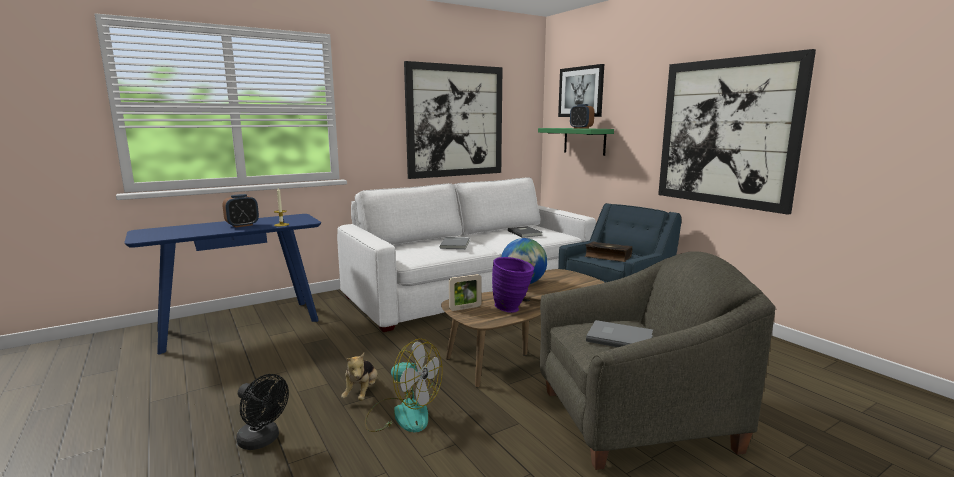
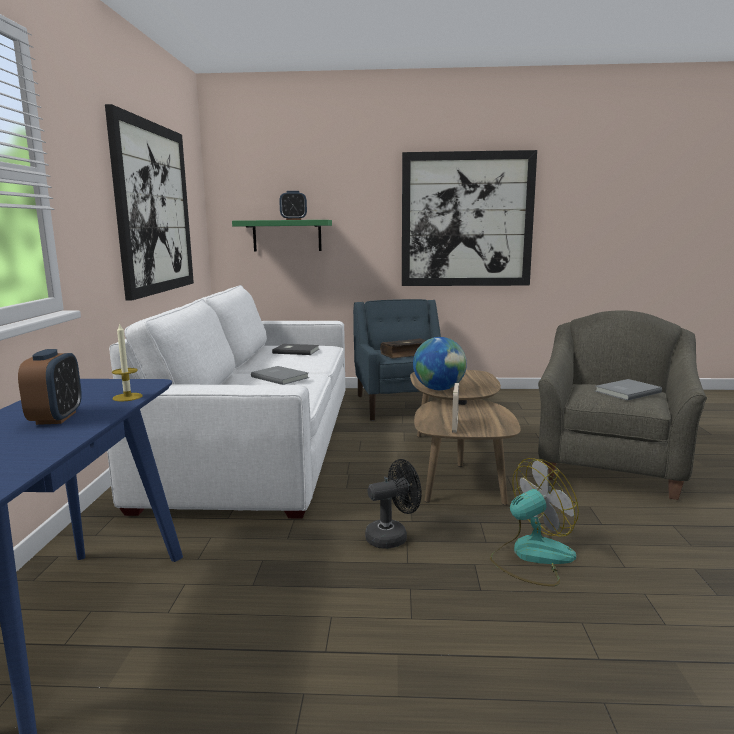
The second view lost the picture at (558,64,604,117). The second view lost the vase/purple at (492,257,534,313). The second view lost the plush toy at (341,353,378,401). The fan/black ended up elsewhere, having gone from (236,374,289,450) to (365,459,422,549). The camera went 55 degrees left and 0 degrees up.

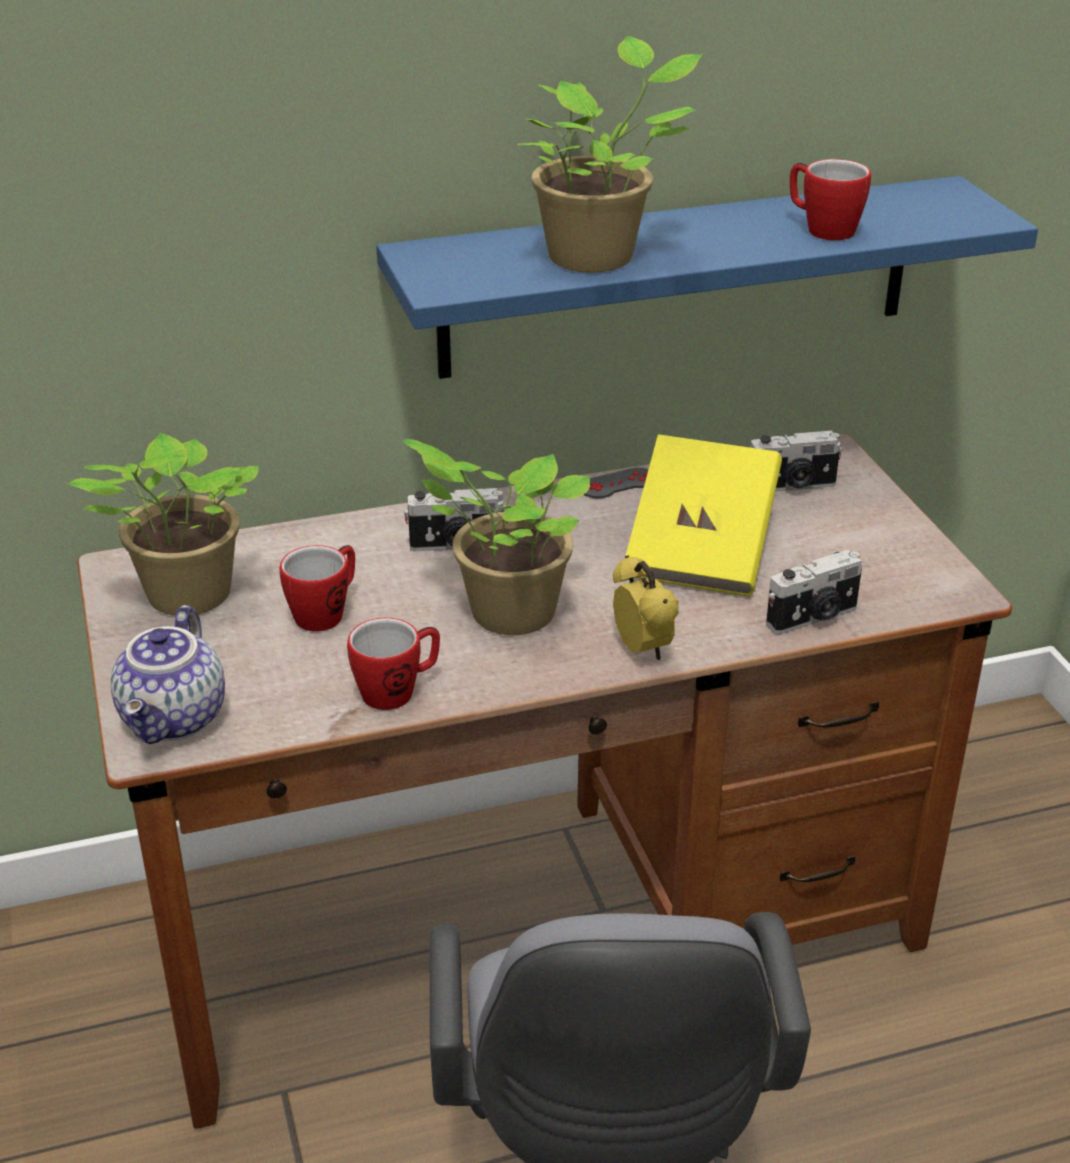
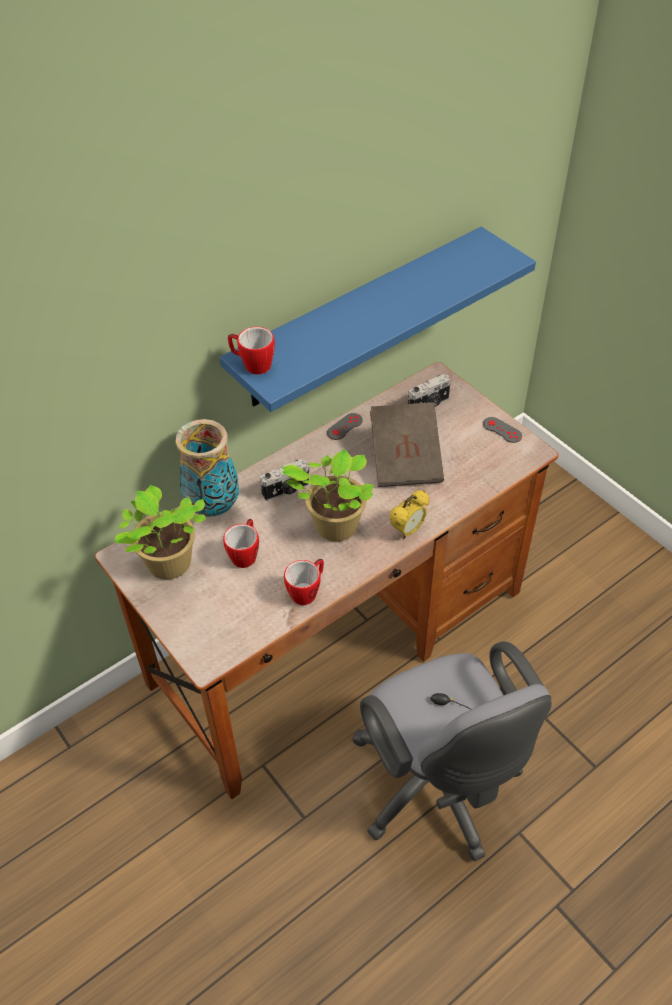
The second view lost the potted plant at (518,36,703,273). The mug ended up elsewhere, having gone from (790,159,871,241) to (228,327,275,374). What was the book/yellow at (626,434,782,596) turned into the book/brown at (370,402,444,487). The second view lost the photo camera at (766,550,862,634). The alarm clock at (613,555,679,660) ended up facing another way, 90 degrees clockwise from before. The second view lost the teapot at (111,605,225,744). The second view gained the game controller/grey at (483,417,522,443). The second view gained the vase at (176,419,239,517). The camera went 20 degrees left and 15 degrees up.

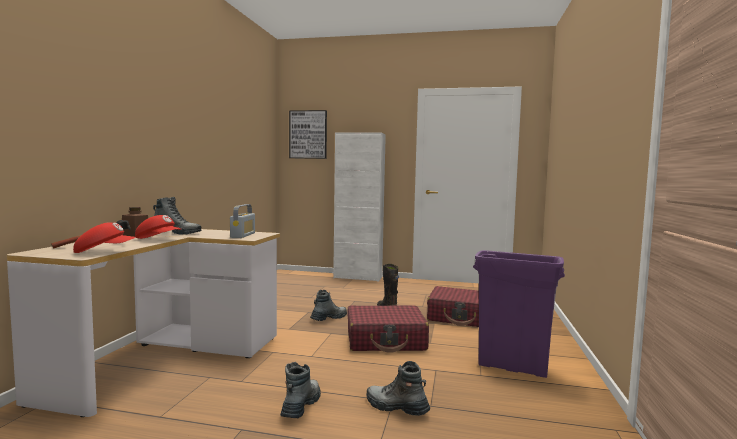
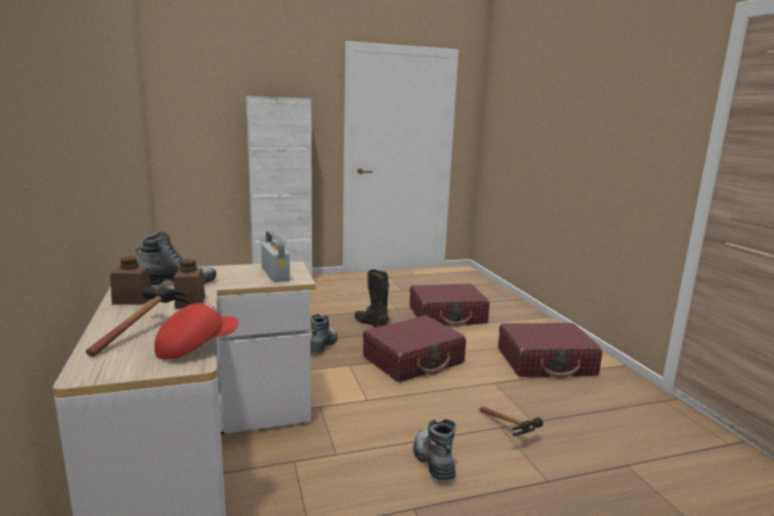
The second view lost the picture at (289,110,327,159). Where the cap/red stood at (135,215,181,239), the jar/brown came to stand at (174,259,205,309). Where the trash can/purple stood at (473,250,565,378), the suitcase/red came to stand at (498,323,602,379). Where the boot stood at (366,361,430,416), the hammer came to stand at (479,407,543,436). The camera went 30 degrees left and 10 degrees up.

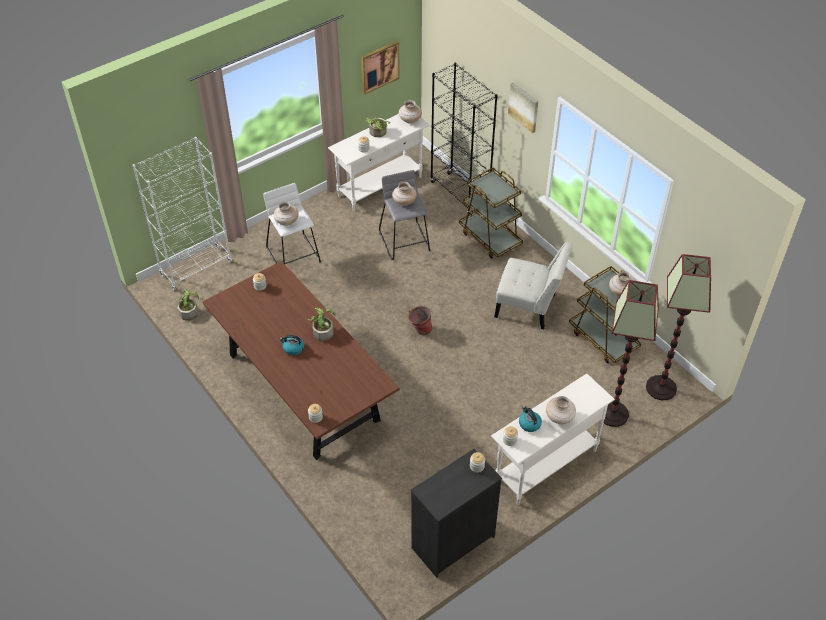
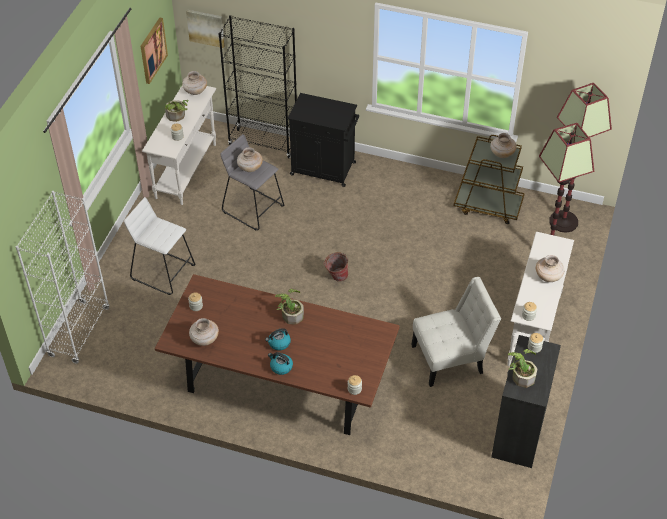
The picture ended up elsewhere, having gone from (508,83,538,133) to (186,10,225,48). Where the cart/brown stood at (459,168,523,259), the cabinet/black came to stand at (287,93,359,187). The vase/beige ended up elsewhere, having gone from (274,202,299,226) to (189,318,219,346). The chair/white ended up elsewhere, having gone from (494,242,572,329) to (411,277,501,387). The potted plant ended up elsewhere, having gone from (174,289,199,320) to (508,349,537,388). The kettle ended up elsewhere, having gone from (519,406,542,432) to (268,352,293,375). The camera went 35 degrees left and 0 degrees up.

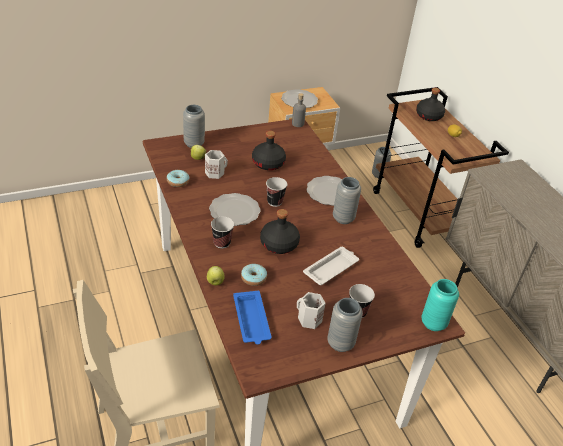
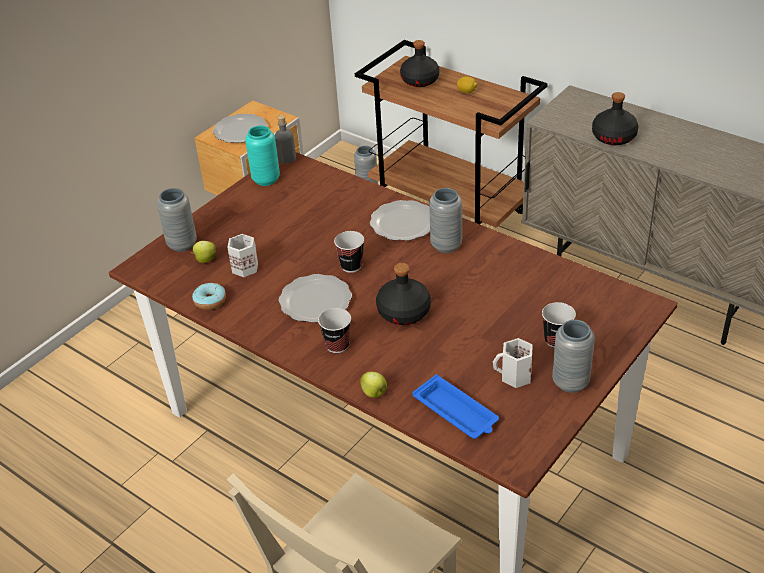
The bottle/black ended up elsewhere, having gone from (252,131,286,170) to (592,92,638,145). The second view lost the tray/white at (303,247,359,285). The second view lost the donut at (241,264,267,286). The vase/turquoise ended up elsewhere, having gone from (421,279,459,331) to (245,126,280,186). The camera went 25 degrees left and 0 degrees up.

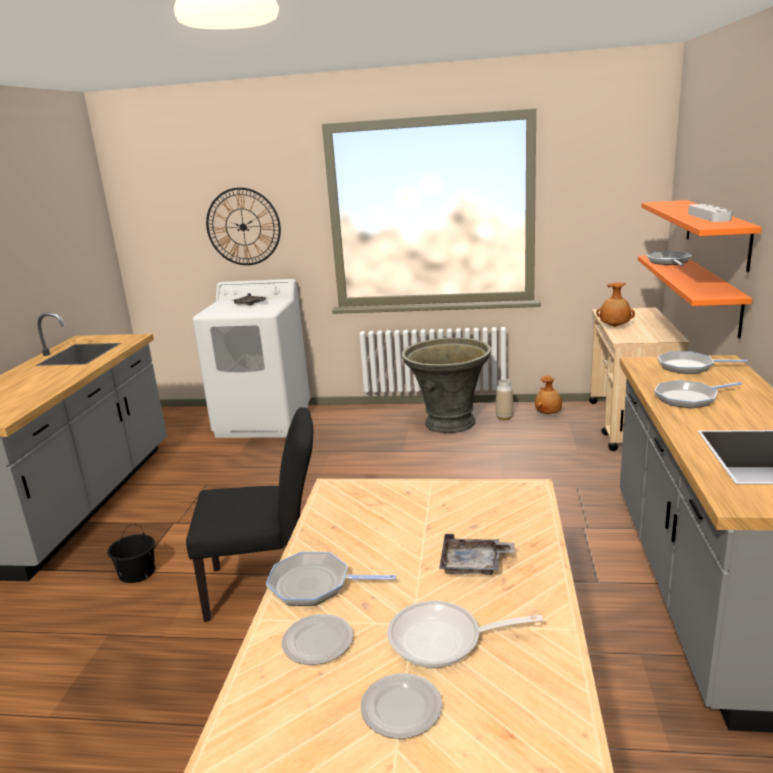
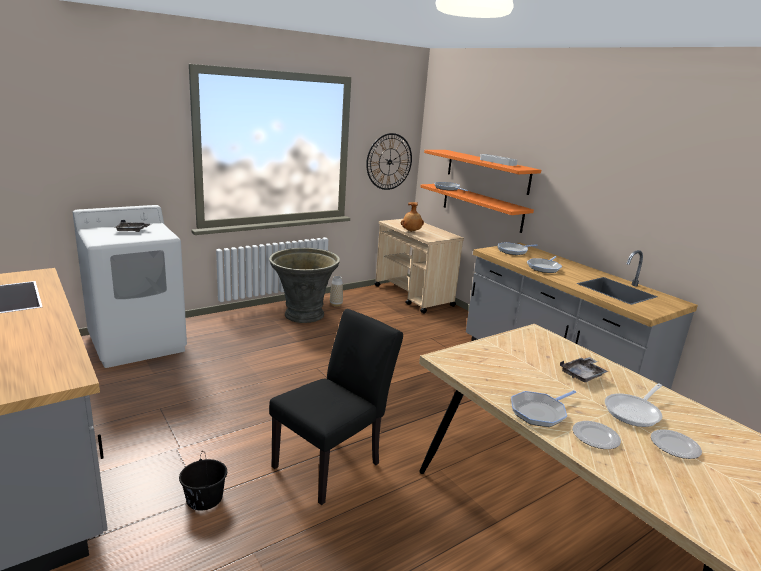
The wall clock ended up elsewhere, having gone from (206,187,281,265) to (366,133,412,190). The second view lost the vase/brown at (535,375,562,414). The camera went 45 degrees left and 0 degrees up.

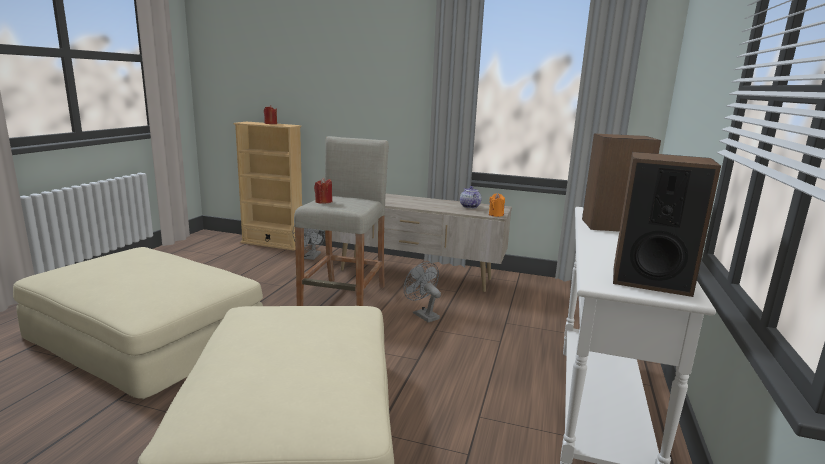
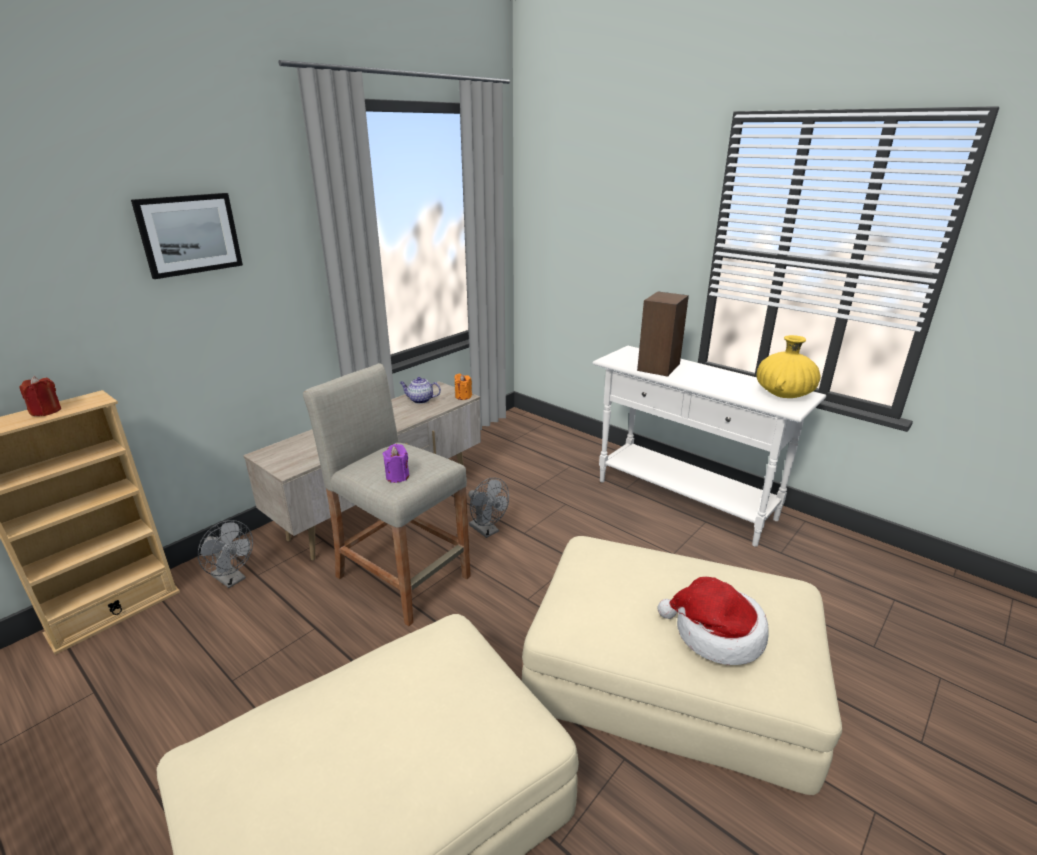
Where the speaker stood at (613,152,721,297), the vase/yellow came to stand at (756,335,820,398). What was the candle/red at (314,178,332,204) turned into the candle/purple at (383,444,409,483). The fan/grey at (404,262,441,322) ended up facing another way, 120 degrees counterclockwise from before. The second view gained the picture at (131,193,243,279). The second view gained the hat at (658,577,769,665). The camera went 65 degrees left and 10 degrees up.

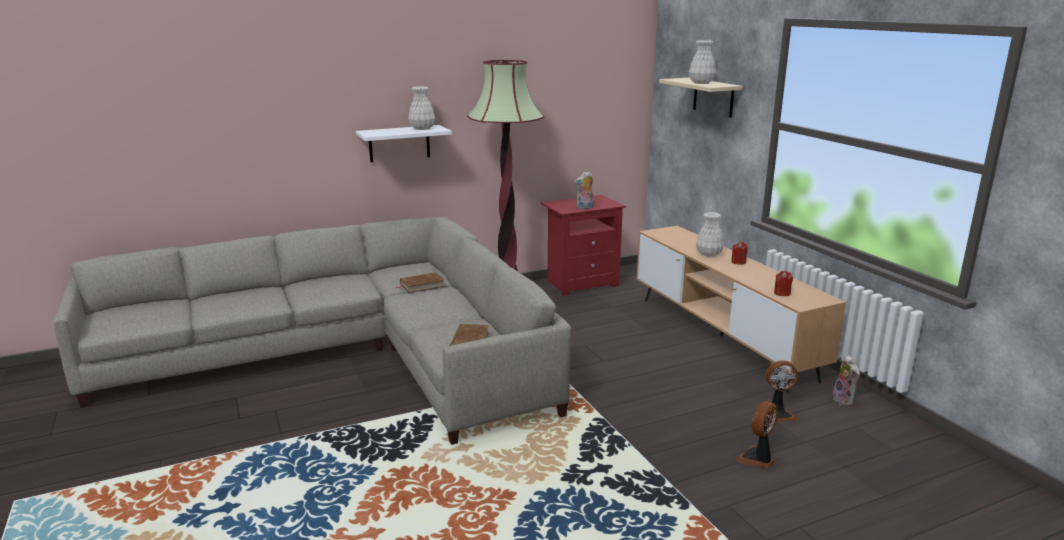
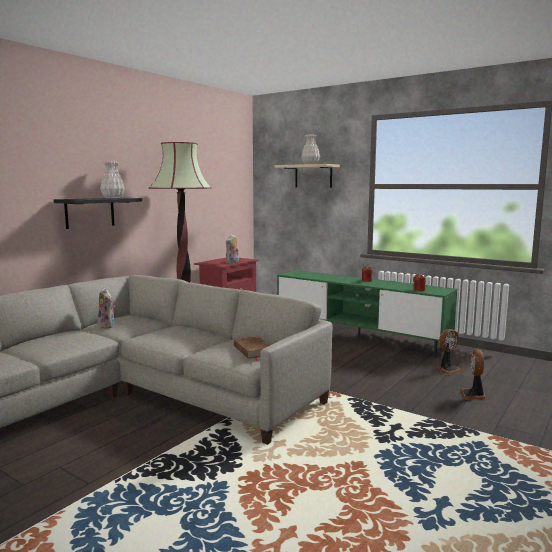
What was the shelf/white at (356,125,452,162) turned into the shelf/black at (54,198,142,229). The second view lost the vase/white at (696,212,724,257). What was the tv stand/brown at (636,226,846,392) turned into the tv stand/green at (277,270,457,358). The second view lost the book/brown at (395,272,444,293). The plush toy ended up elsewhere, having gone from (833,355,860,406) to (98,287,115,329). The camera went 30 degrees left and 10 degrees down.

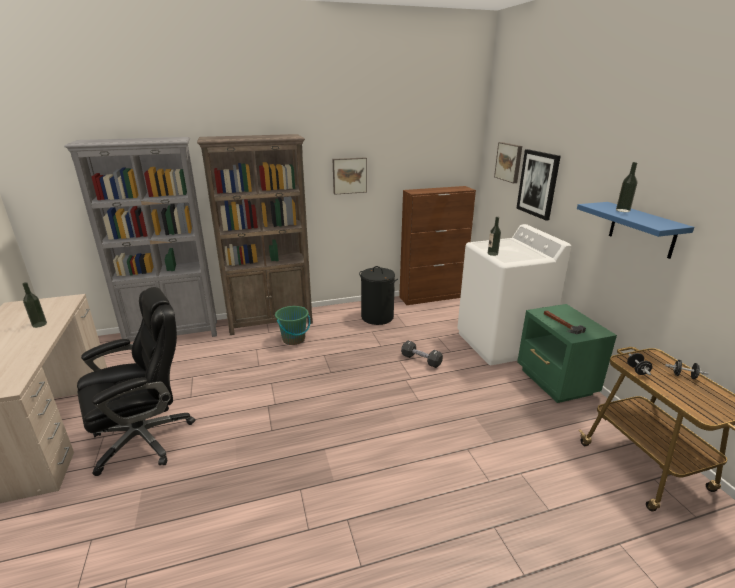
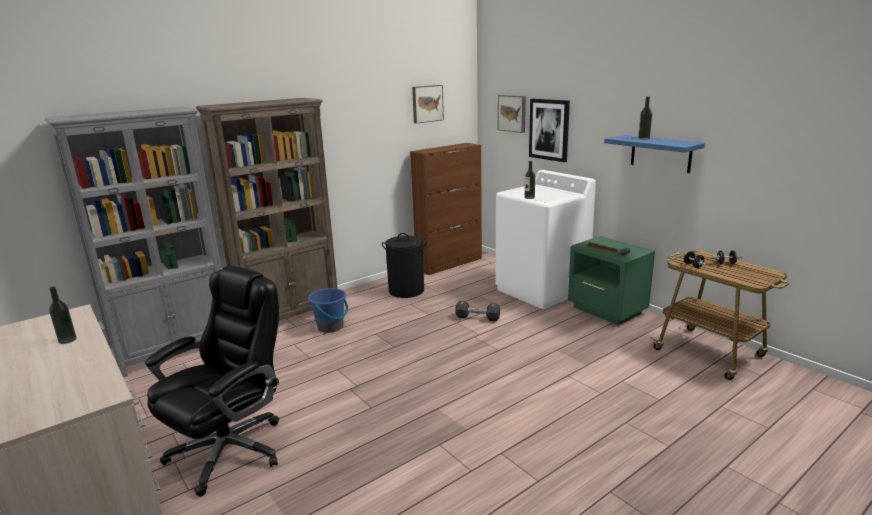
The picture ended up elsewhere, having gone from (332,157,367,194) to (412,85,444,124). What was the bucket/green at (275,306,311,345) turned into the bucket/blue at (308,288,348,333). The camera went 20 degrees left and 5 degrees down.

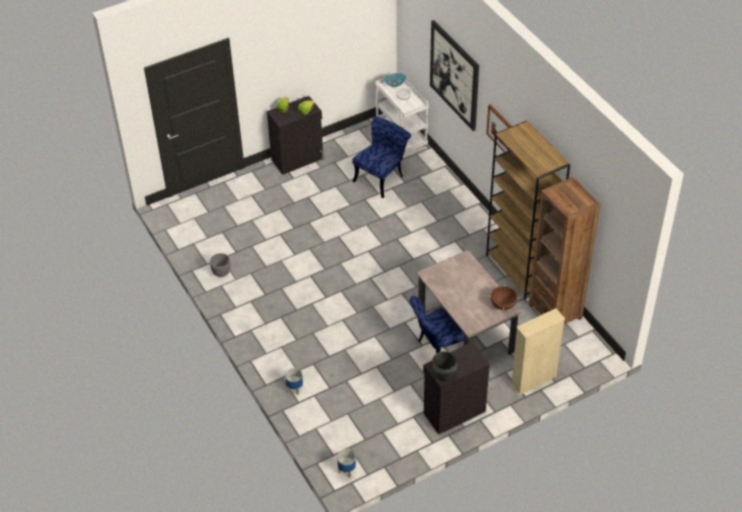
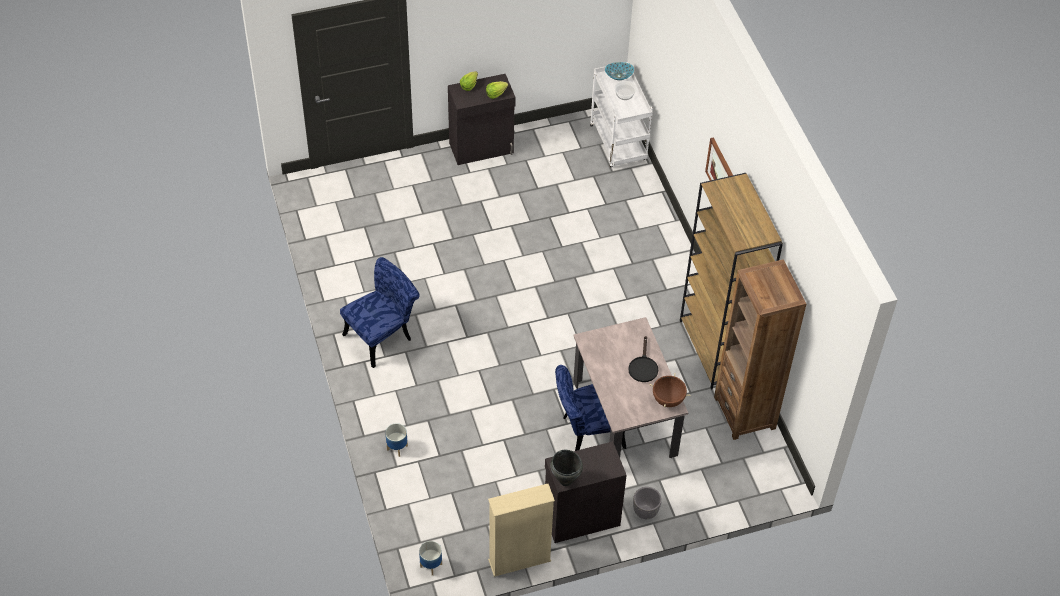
The second view lost the picture at (430,20,479,131). The chair/blue ended up elsewhere, having gone from (352,116,411,198) to (340,257,420,368). The planter/grey ended up elsewhere, having gone from (210,253,230,277) to (633,487,662,519). The bookcase/beige ended up elsewhere, having gone from (510,308,565,395) to (488,484,555,577). The second view gained the frying pan/black at (628,336,658,382). The camera went 10 degrees right and 5 degrees up.

